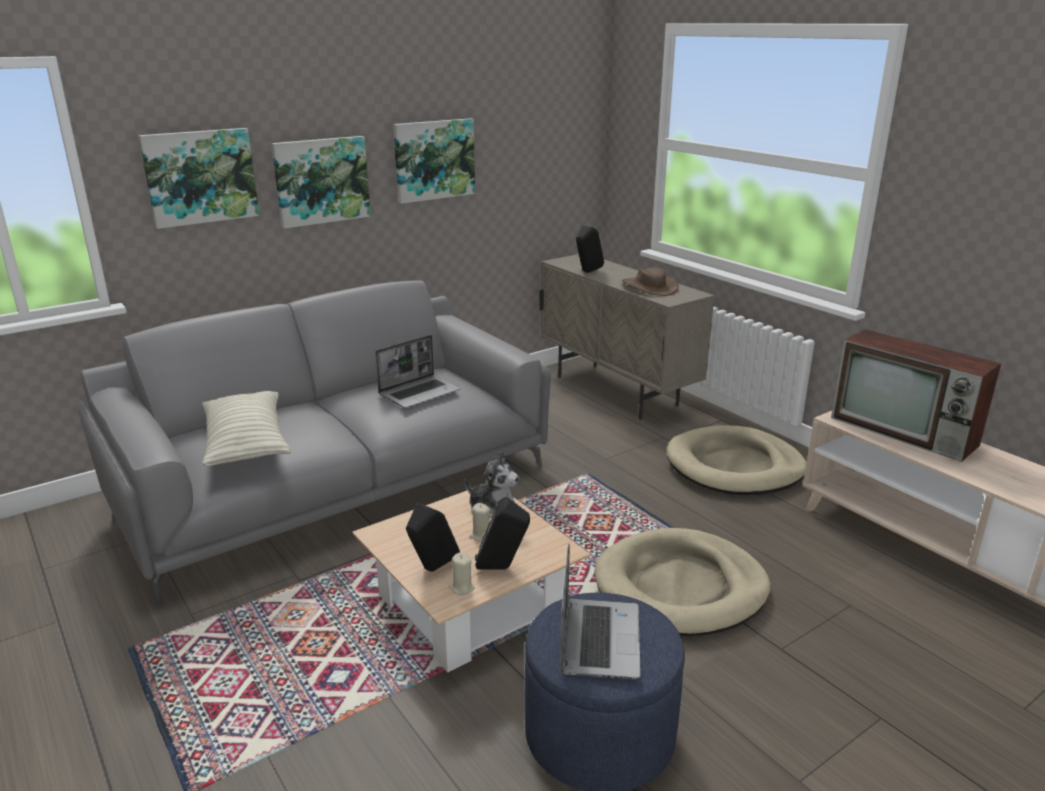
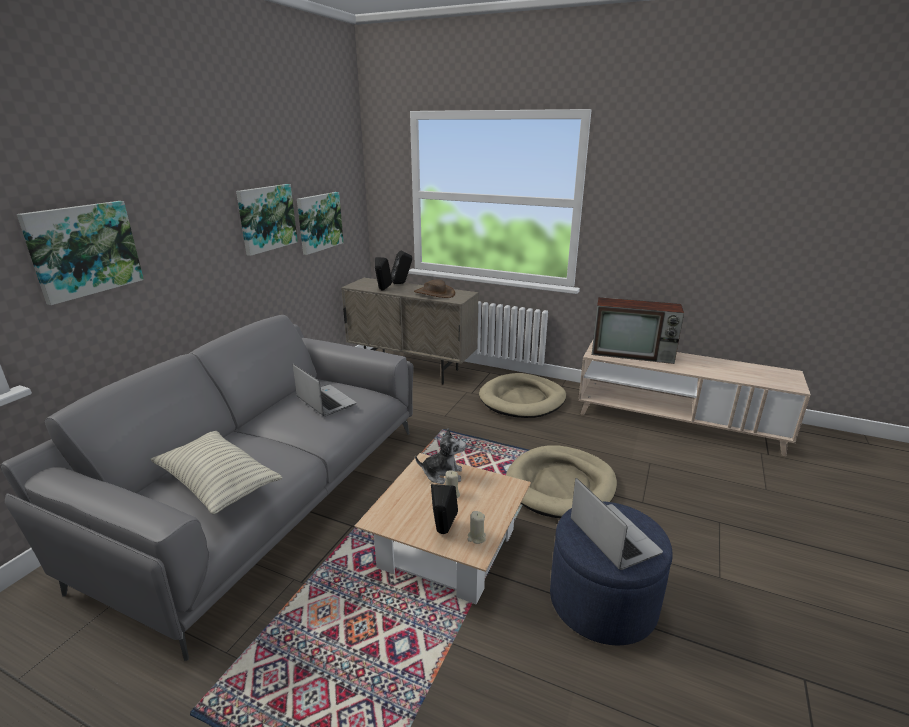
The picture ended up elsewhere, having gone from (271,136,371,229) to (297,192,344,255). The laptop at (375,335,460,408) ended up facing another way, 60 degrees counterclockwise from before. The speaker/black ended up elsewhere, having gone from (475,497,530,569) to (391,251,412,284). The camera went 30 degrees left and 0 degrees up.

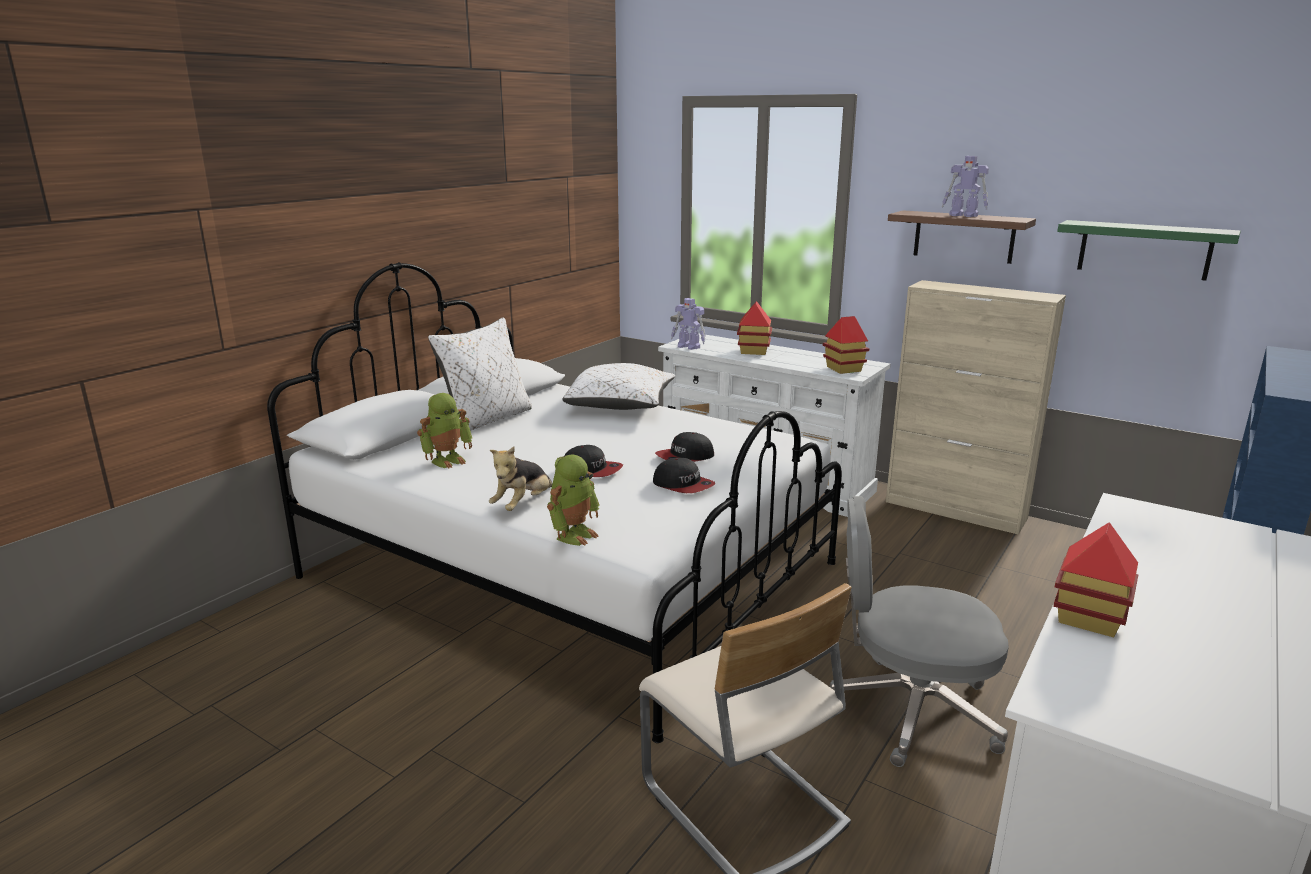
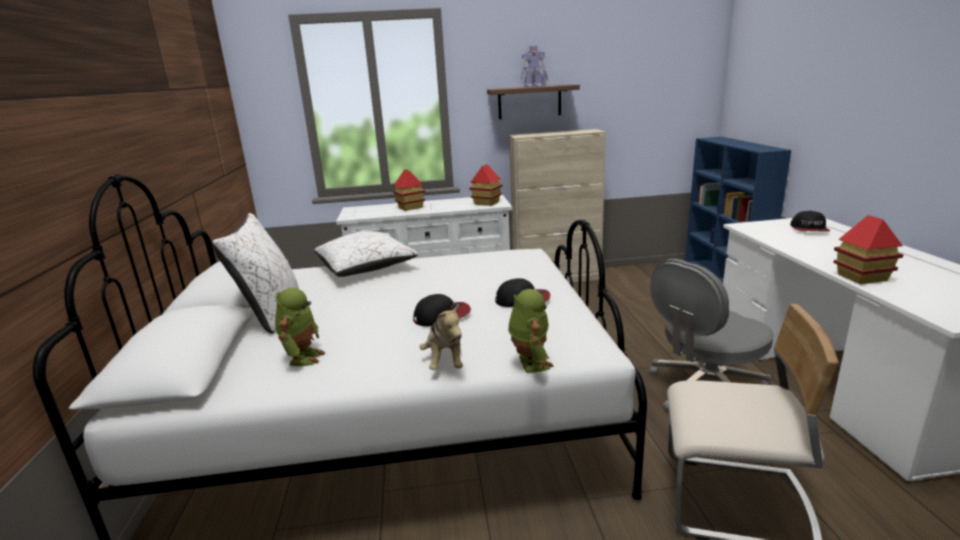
The second view lost the shelf/green at (1057,220,1241,281). The second view lost the toy robot at (671,298,706,350). The cap ended up elsewhere, having gone from (655,432,714,462) to (790,210,830,232). The camera went 40 degrees left and 0 degrees up.

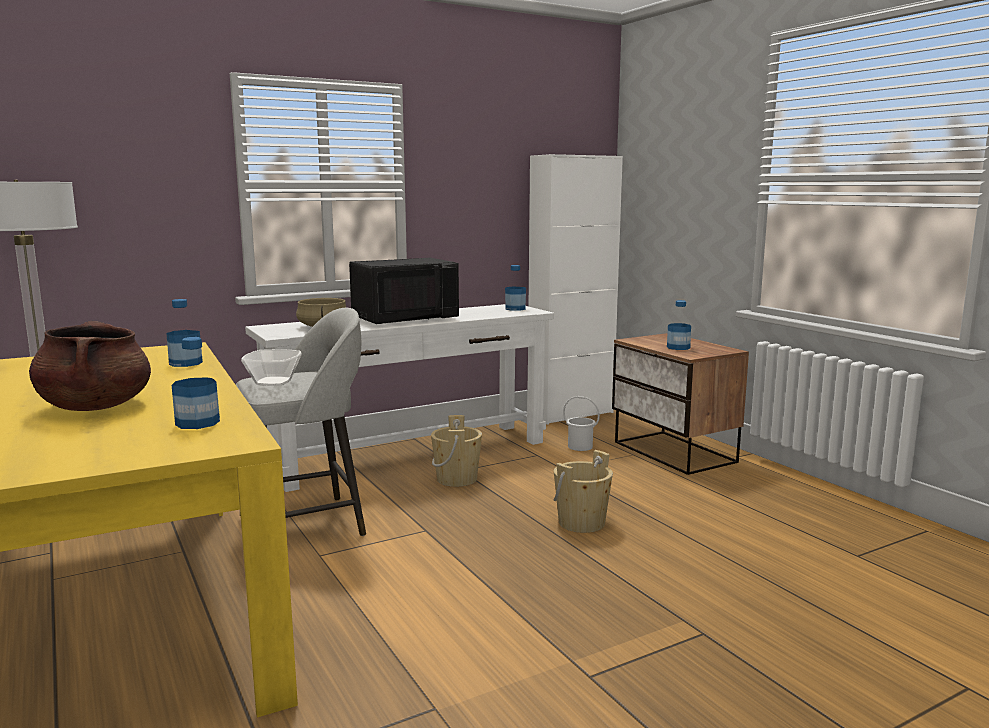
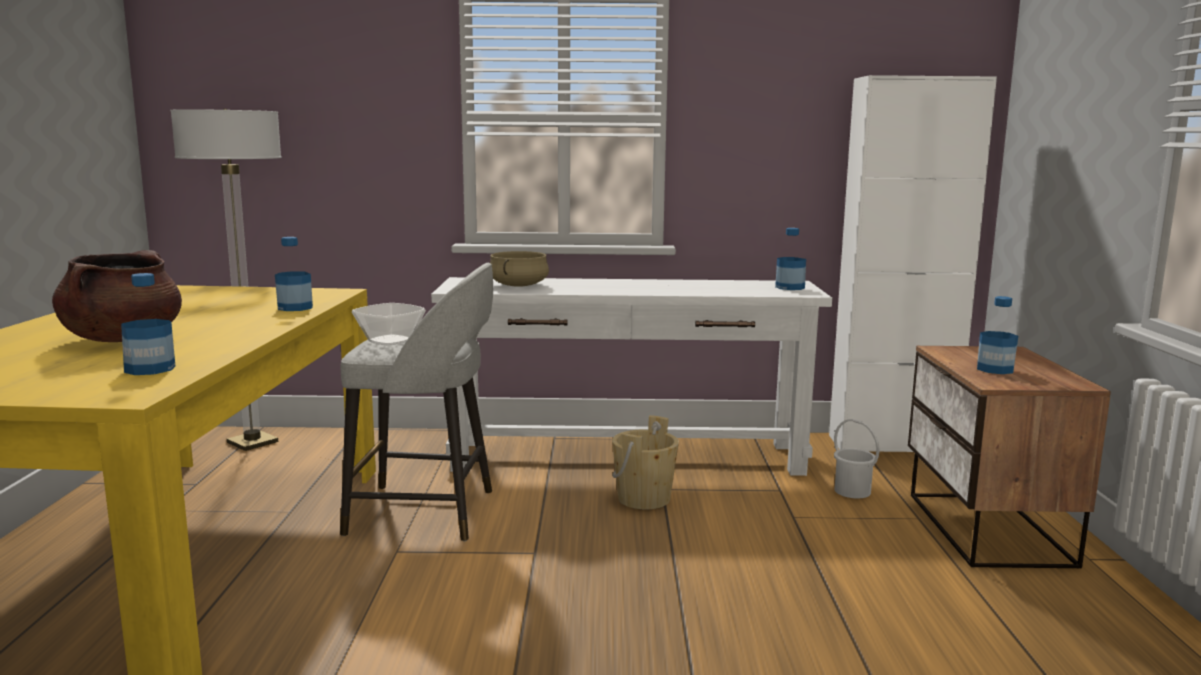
The second view lost the microwave/black at (349,258,459,324). The second view lost the bucket/beige at (554,450,613,533). The camera went 30 degrees right and 0 degrees up.

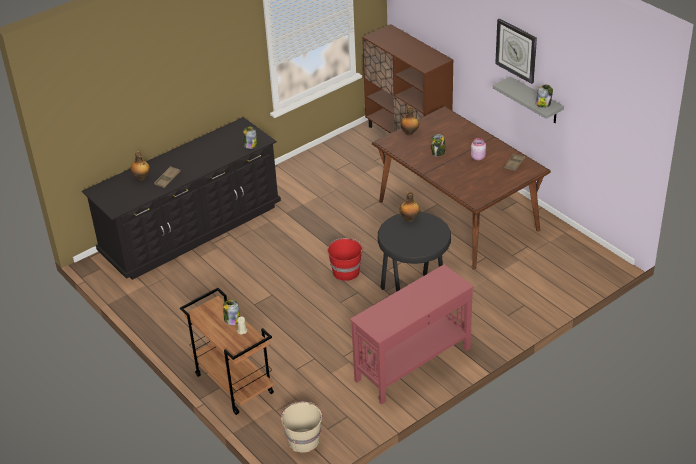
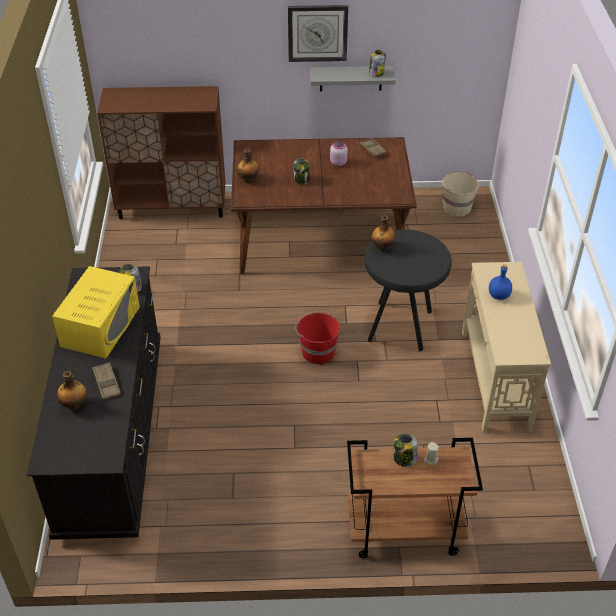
What was the console table/red at (350,265,474,405) turned into the console table/beige at (462,262,551,433). The bucket/beige ended up elsewhere, having gone from (281,402,323,452) to (441,172,479,216). The second view gained the bottle/blue at (489,264,512,300). The second view gained the microwave/yellow at (52,266,140,358). The camera went 55 degrees left and 5 degrees up.

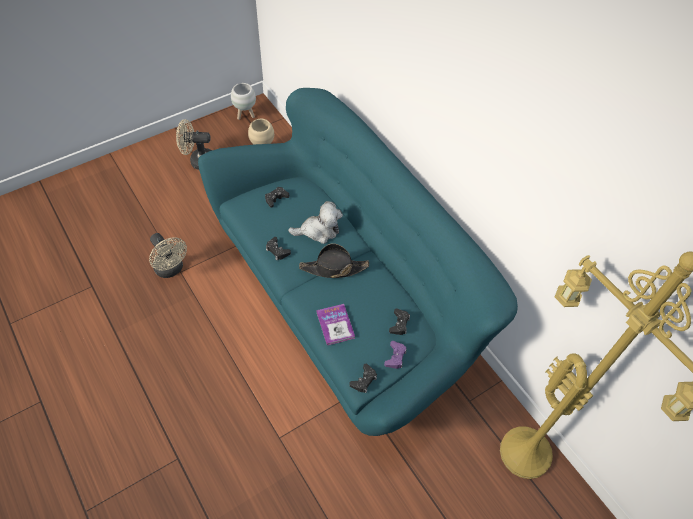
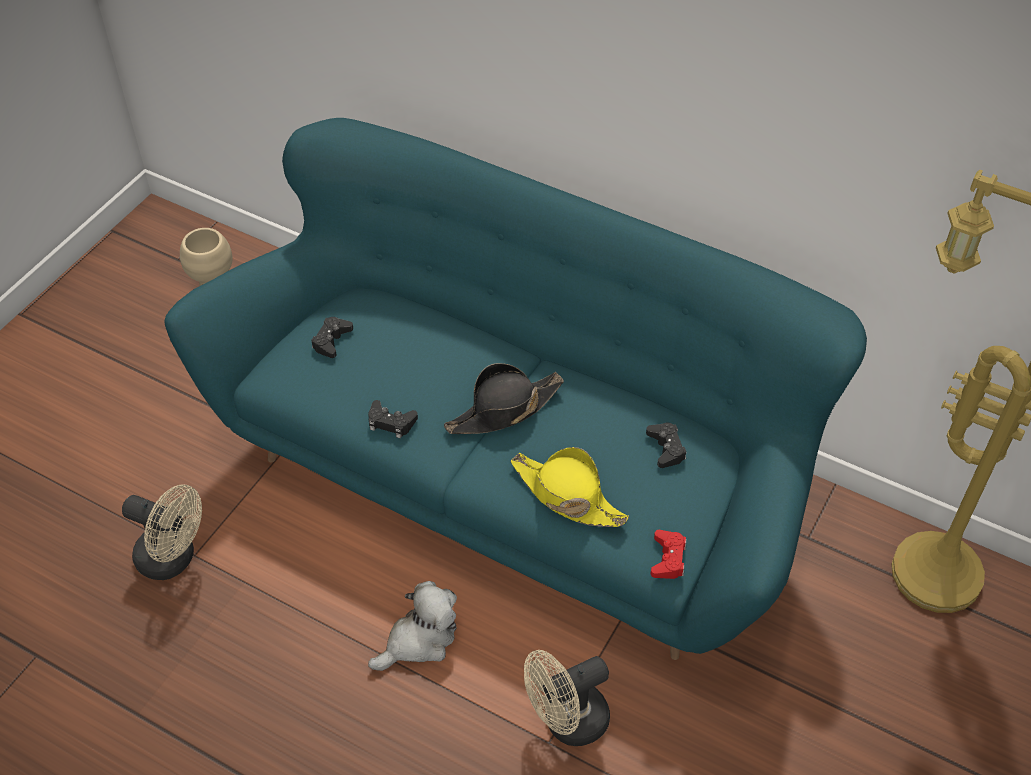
The second view lost the planter/white at (231,83,256,120). The fan/beige ended up elsewhere, having gone from (176,119,212,170) to (524,650,610,746). The plush toy ended up elsewhere, having gone from (288,201,343,244) to (368,581,457,671). Where the book stood at (316,304,355,345), the hat/yellow came to stand at (510,447,629,527). The second view lost the game controller/purple at (384,341,407,369). What was the game controller/black at (349,364,377,393) turned into the game controller/red at (651,530,687,579). The camera went 25 degrees left and 5 degrees down.

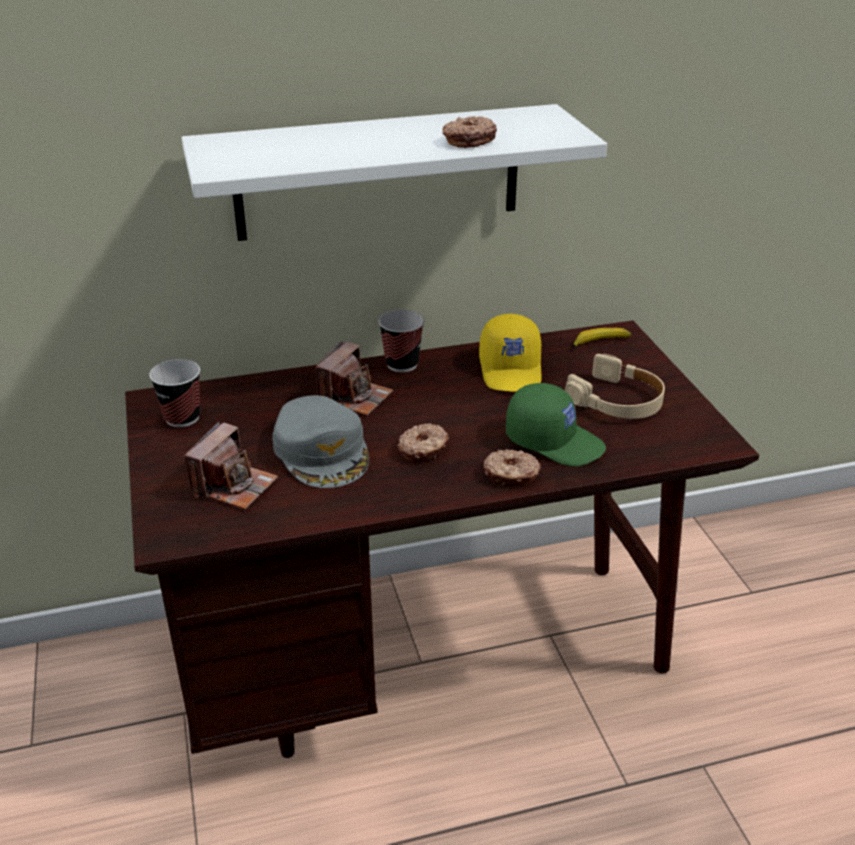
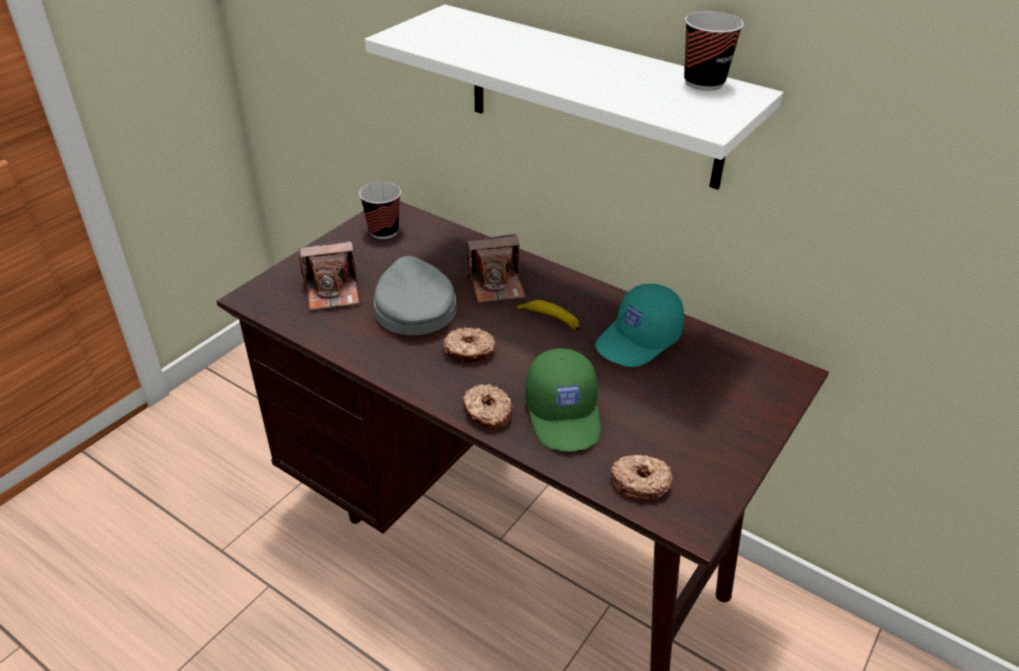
The donut ended up elsewhere, having gone from (442,116,497,148) to (610,455,673,500). The cup ended up elsewhere, having gone from (379,310,424,372) to (684,11,744,91). What was the cap/yellow at (479,314,542,392) turned into the cap/turquoise at (595,284,684,367). The banana ended up elsewhere, having gone from (573,328,631,348) to (516,300,579,331). The second view lost the headphones/beige at (565,354,665,419). The cap/grey at (272,395,369,488) ended up facing another way, 135 degrees clockwise from before. The camera went 50 degrees right and 5 degrees up.

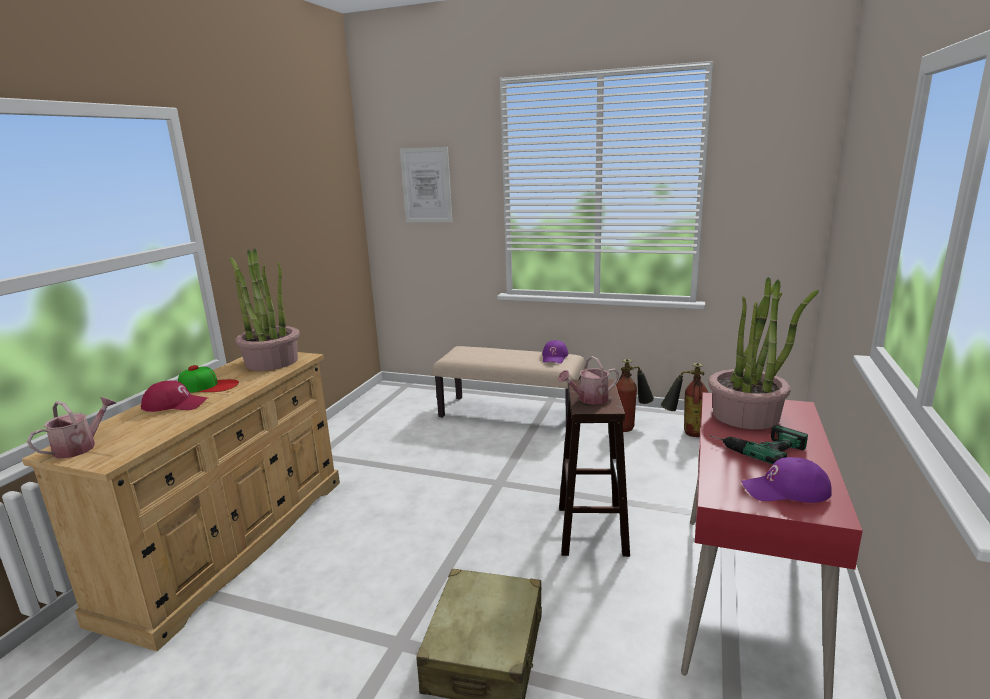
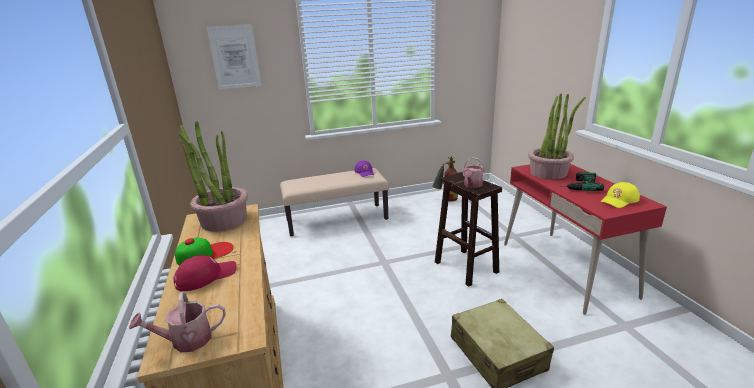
The second view lost the fire extinguisher at (616,359,654,432). The watering can at (27,397,116,459) ended up facing another way, 105 degrees counterclockwise from before. What was the cap/purple at (741,457,832,503) turned into the cap/yellow at (601,182,640,208). The camera went 35 degrees left and 5 degrees up.

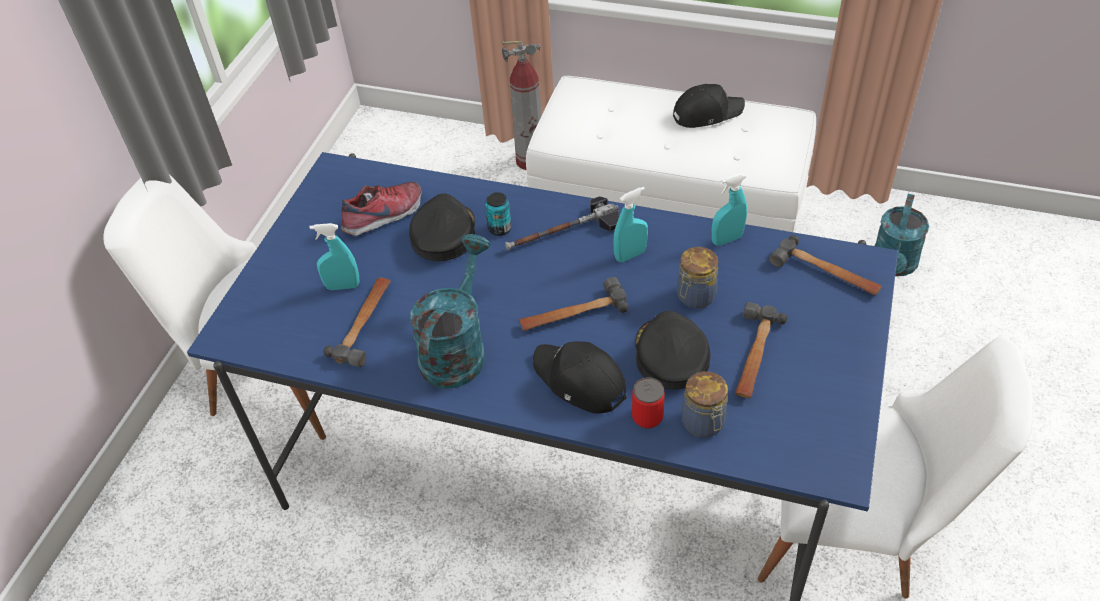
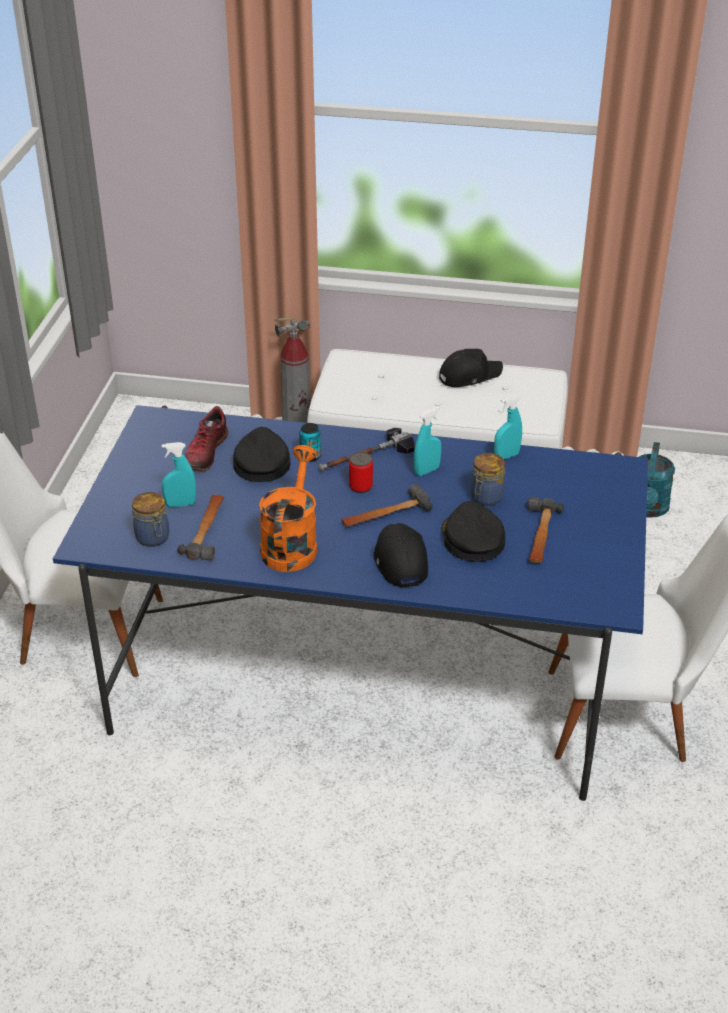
The shoe at (341,182,422,236) ended up facing another way, 150 degrees clockwise from before. What was the watering can/turquoise at (410,234,490,389) turned into the watering can/orange at (259,445,317,572). The second view lost the hammer at (770,235,882,295). The cap/black at (533,342,627,414) ended up facing another way, 45 degrees clockwise from before. The jar ended up elsewhere, having gone from (682,371,728,438) to (132,492,169,547). The can ended up elsewhere, having gone from (632,377,665,429) to (349,452,373,493). The camera went 10 degrees left and 10 degrees down.

